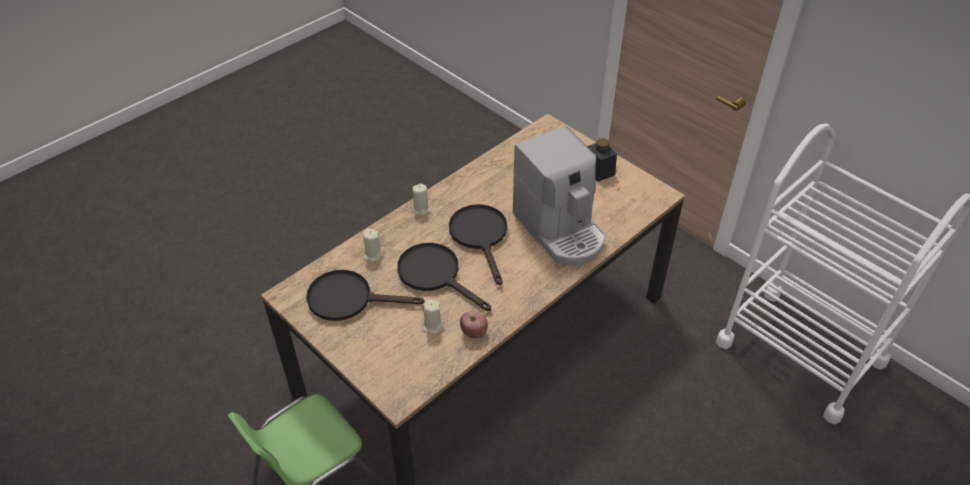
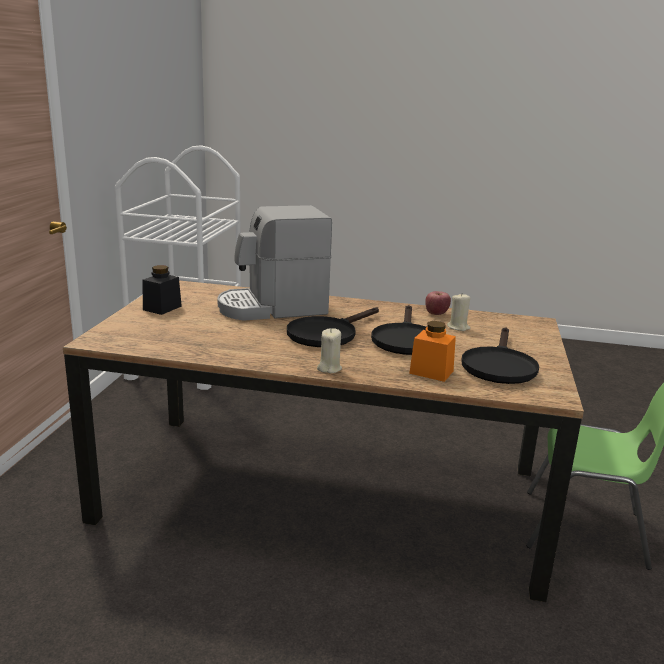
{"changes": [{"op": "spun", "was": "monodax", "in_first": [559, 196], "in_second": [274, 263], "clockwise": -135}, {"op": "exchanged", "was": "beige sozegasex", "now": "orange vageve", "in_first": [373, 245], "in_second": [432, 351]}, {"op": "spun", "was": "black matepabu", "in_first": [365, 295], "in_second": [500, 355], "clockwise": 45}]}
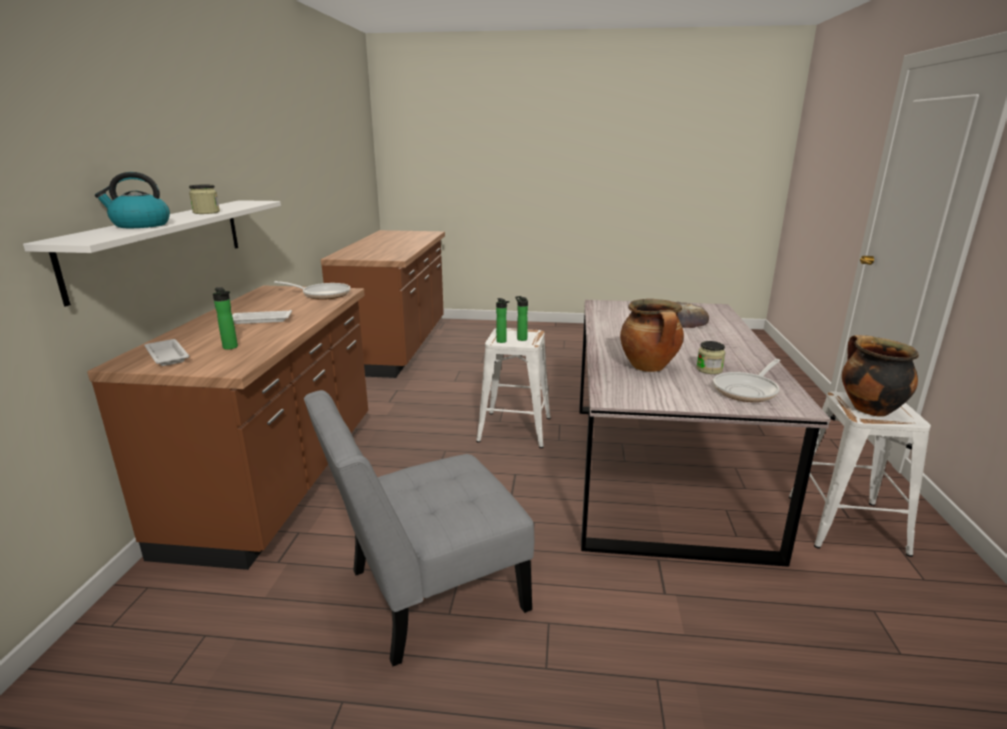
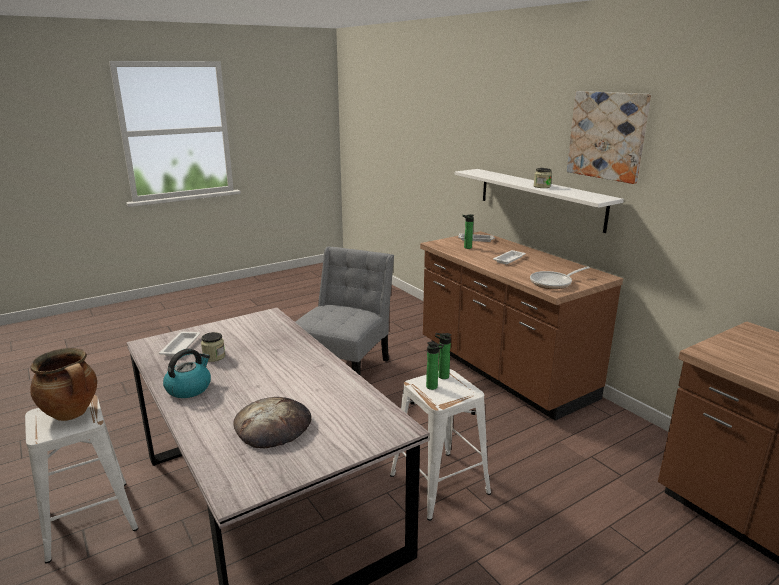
{"changes": [{"op": "relocated", "was": "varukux", "in_first": [132, 200], "in_second": [187, 373]}, {"op": "missing", "was": "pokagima", "in_first": [652, 335]}, {"op": "exchanged", "was": "matepabu", "now": "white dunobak", "in_first": [747, 380], "in_second": [179, 344]}, {"op": "appeared", "now": "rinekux", "in_second": [609, 137]}]}
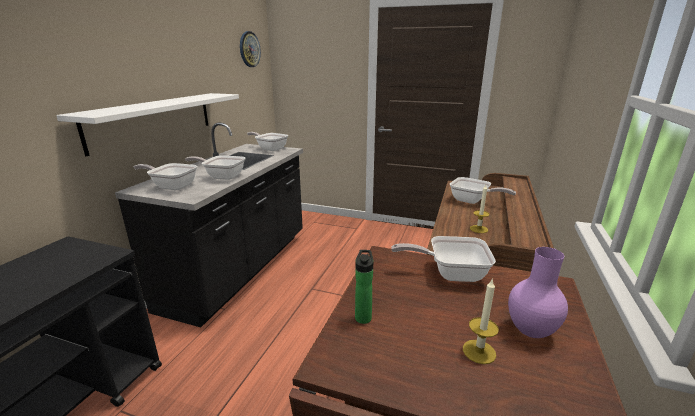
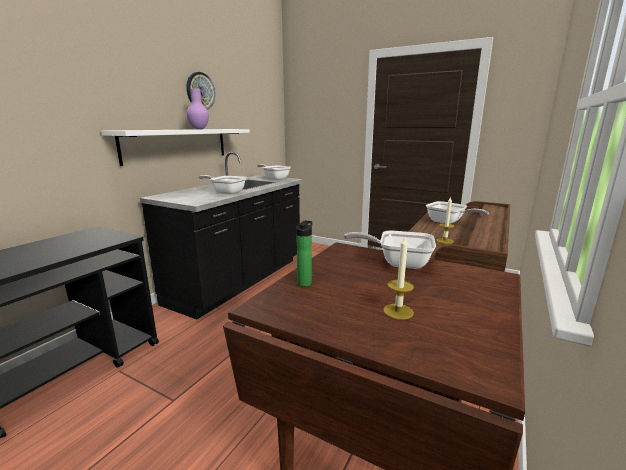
{"changes": [{"op": "relocated", "was": "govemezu", "in_first": [250, 49], "in_second": [200, 90]}, {"op": "missing", "was": "matepabu", "in_first": [165, 176]}, {"op": "relocated", "was": "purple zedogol", "in_first": [538, 292], "in_second": [197, 109]}]}
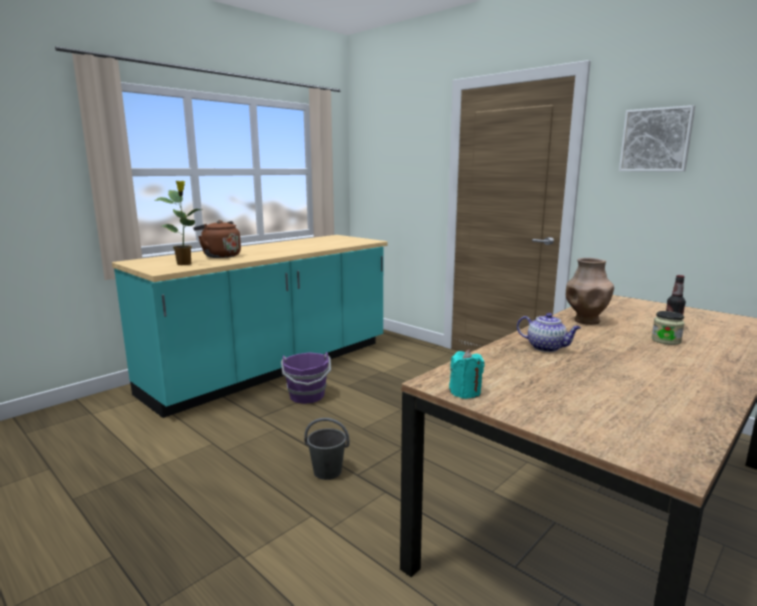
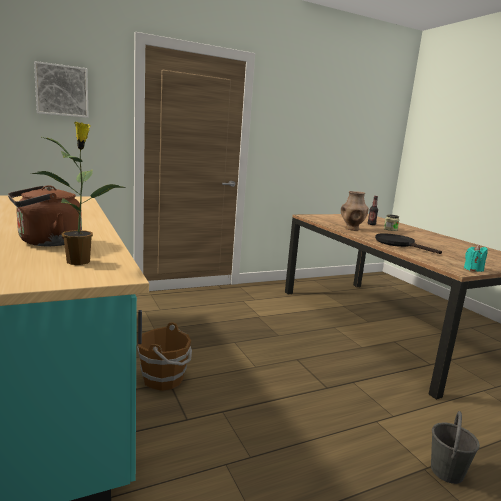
{"changes": [{"op": "relocated", "was": "rinekux", "in_first": [657, 138], "in_second": [61, 89]}, {"op": "exchanged", "was": "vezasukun", "now": "black matepabu", "in_first": [549, 332], "in_second": [408, 243]}, {"op": "colour", "was": "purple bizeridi", "now": "brown bizeridi", "in_first": [306, 378], "in_second": [164, 356]}, {"op": "relocated", "was": "grey bizeridi", "in_first": [326, 449], "in_second": [455, 447]}]}
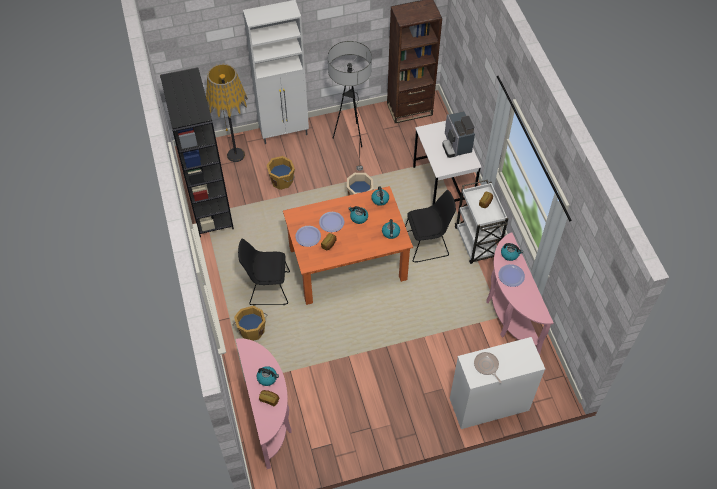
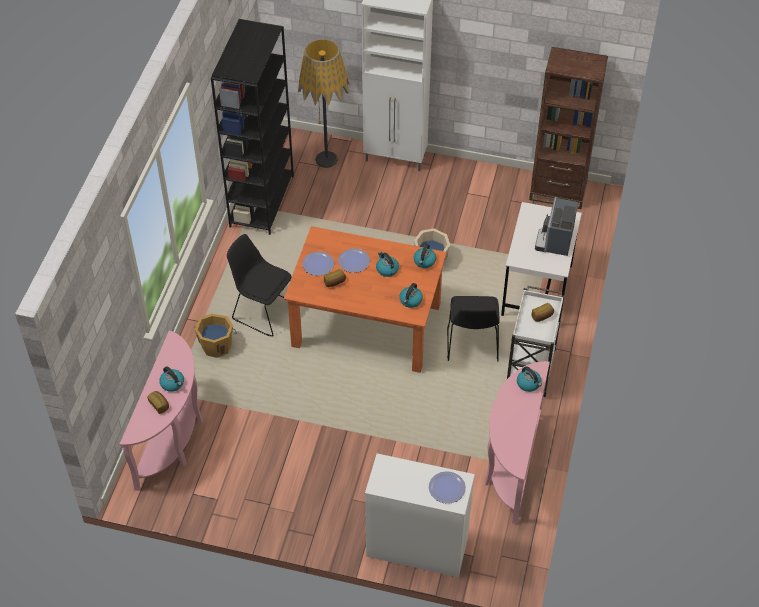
{"changes": [{"op": "missing", "was": "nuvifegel", "in_first": [350, 106]}, {"op": "missing", "was": "orange bizeridi", "in_first": [281, 173]}, {"op": "spun", "was": "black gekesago", "in_first": [430, 226], "in_second": [473, 329], "clockwise": 75}, {"op": "relocated", "was": "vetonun", "in_first": [511, 275], "in_second": [447, 487]}, {"op": "missing", "was": "matepabu", "in_first": [488, 367]}]}
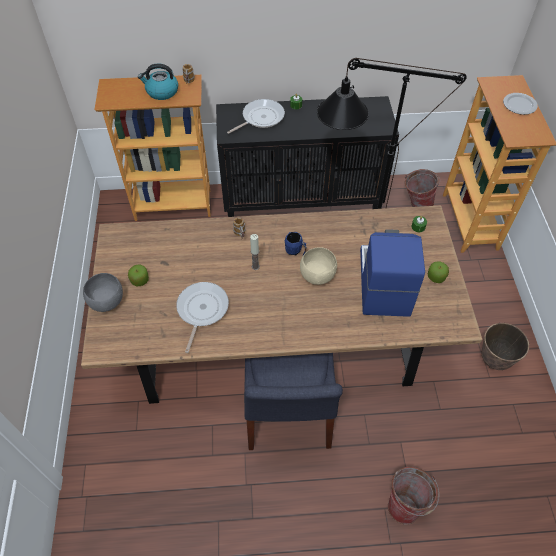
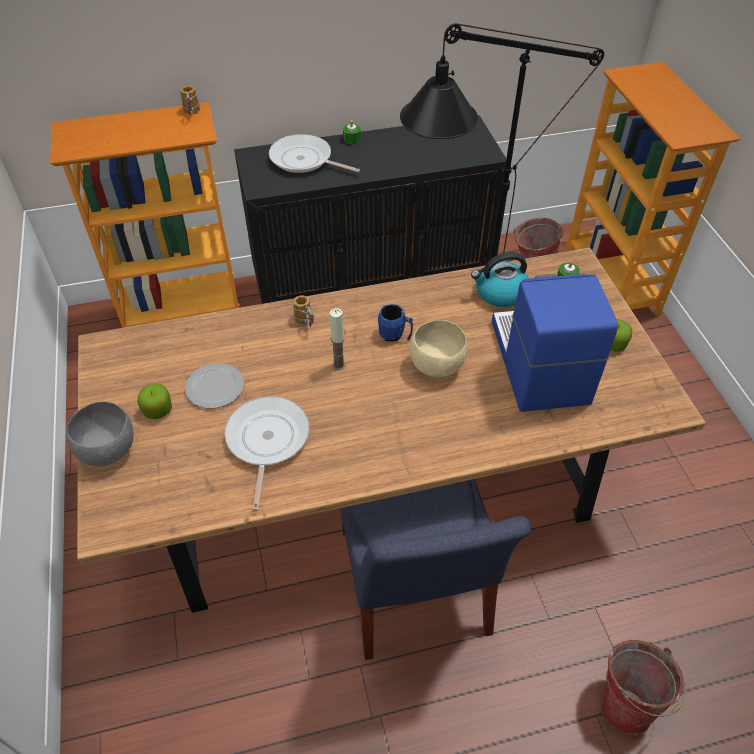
{"changes": [{"op": "relocated", "was": "varukux", "in_first": [158, 82], "in_second": [500, 279]}, {"op": "relocated", "was": "vetonun", "in_first": [520, 104], "in_second": [214, 385]}, {"op": "spun", "was": "matepabu", "in_first": [256, 116], "in_second": [314, 153], "clockwise": -105}, {"op": "missing", "was": "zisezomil", "in_first": [505, 346]}]}
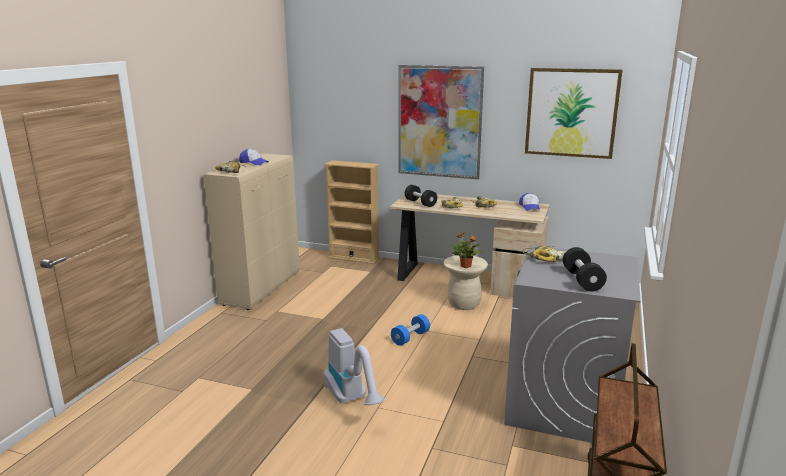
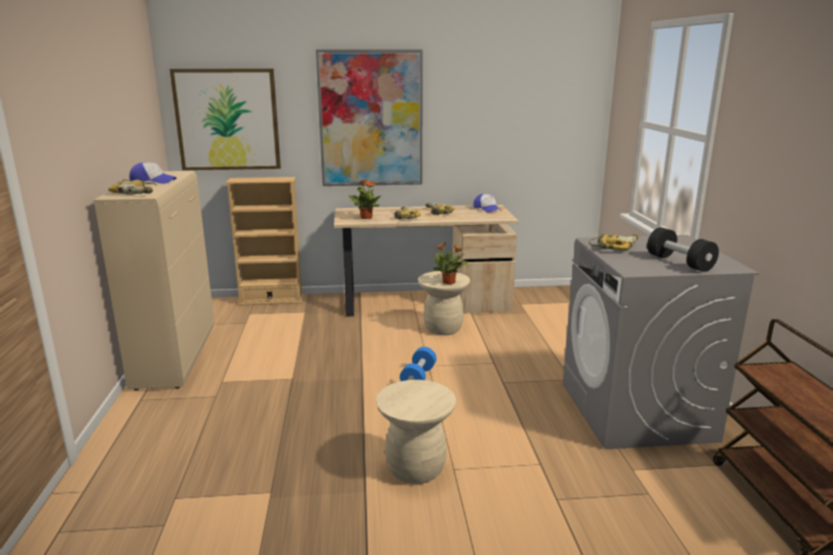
{"changes": [{"op": "relocated", "was": "rinekux", "in_first": [573, 113], "in_second": [225, 119]}, {"op": "exchanged", "was": "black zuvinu", "now": "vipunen", "in_first": [421, 196], "in_second": [364, 199]}, {"op": "exchanged", "was": "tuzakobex", "now": "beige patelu", "in_first": [354, 366], "in_second": [416, 432]}]}
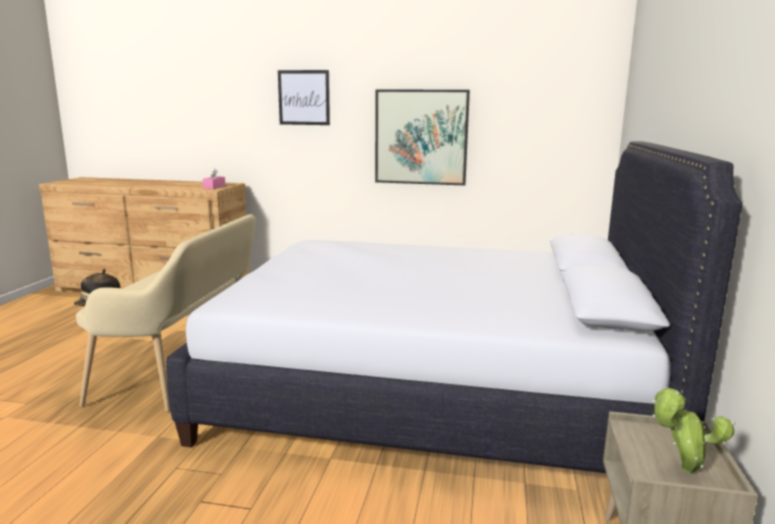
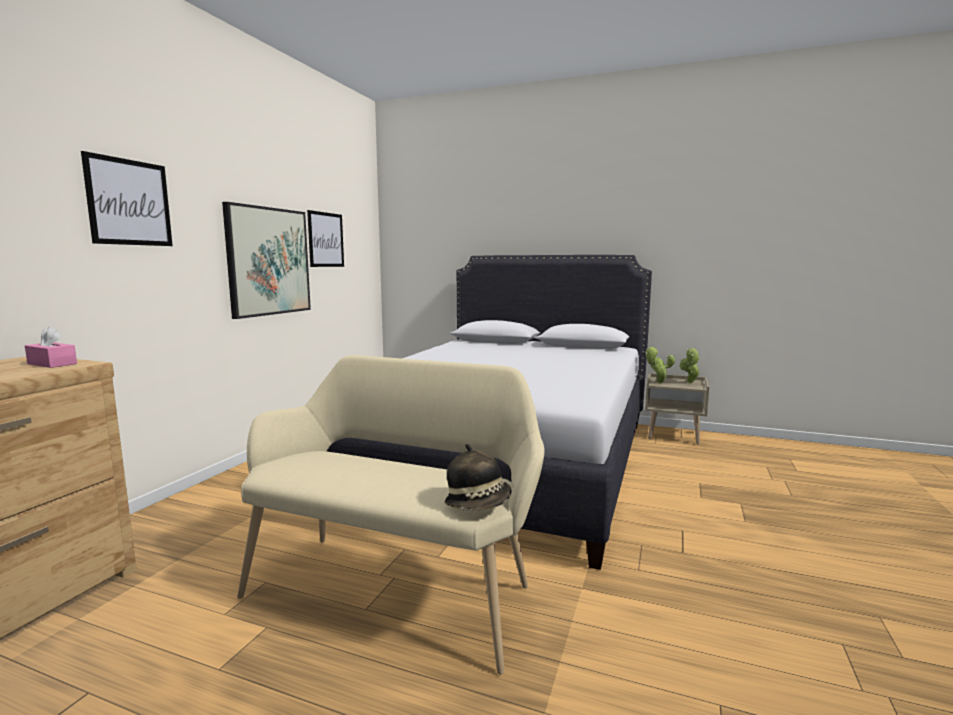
{"changes": [{"op": "appeared", "now": "rinekux", "in_second": [325, 238]}, {"op": "appeared", "now": "vipunen", "in_second": [660, 365]}]}
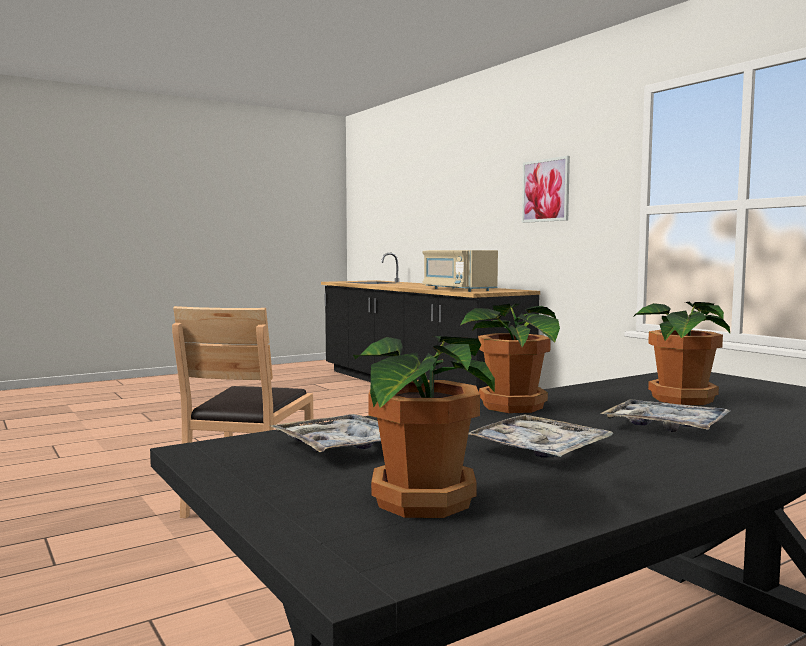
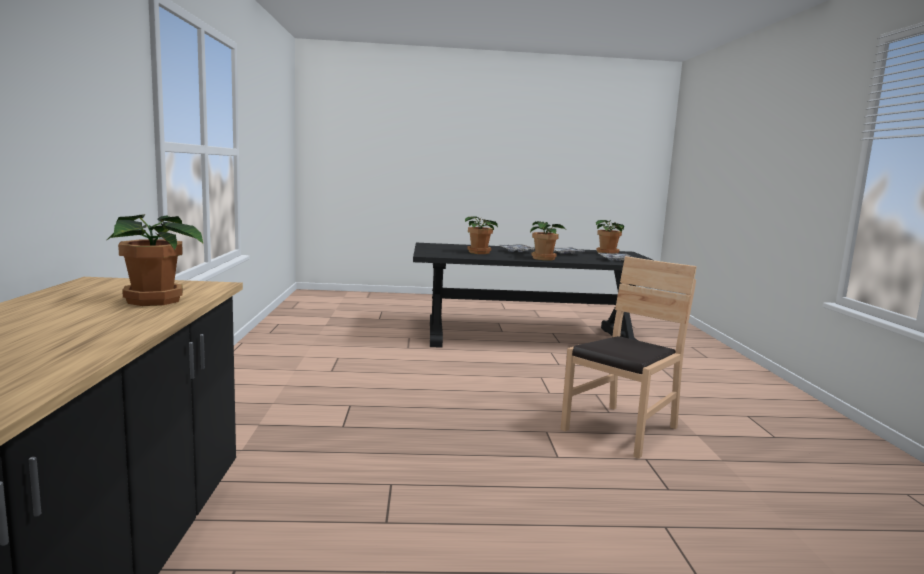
{"changes": [{"op": "missing", "was": "rinekux", "in_first": [546, 189]}, {"op": "exchanged", "was": "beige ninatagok", "now": "vipunen", "in_first": [460, 271], "in_second": [155, 260]}]}
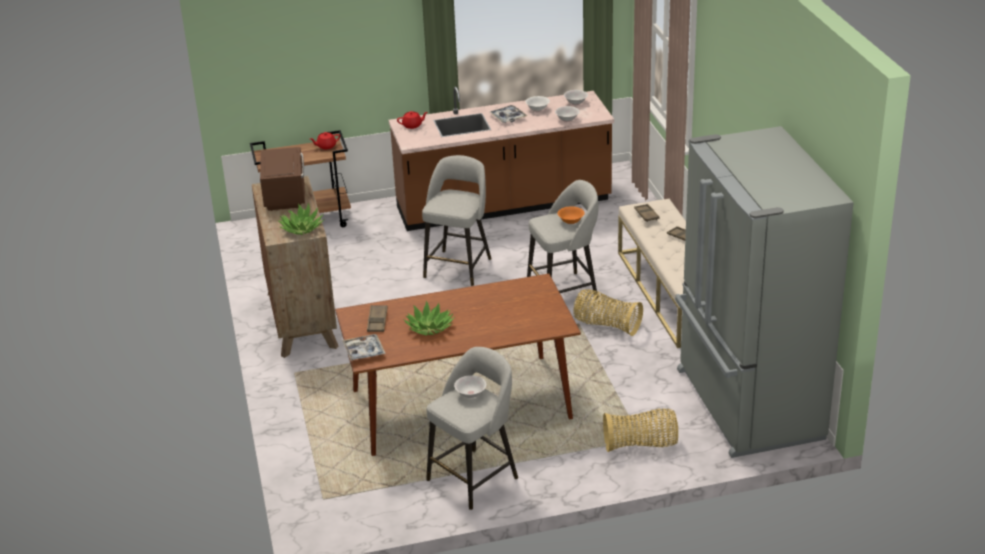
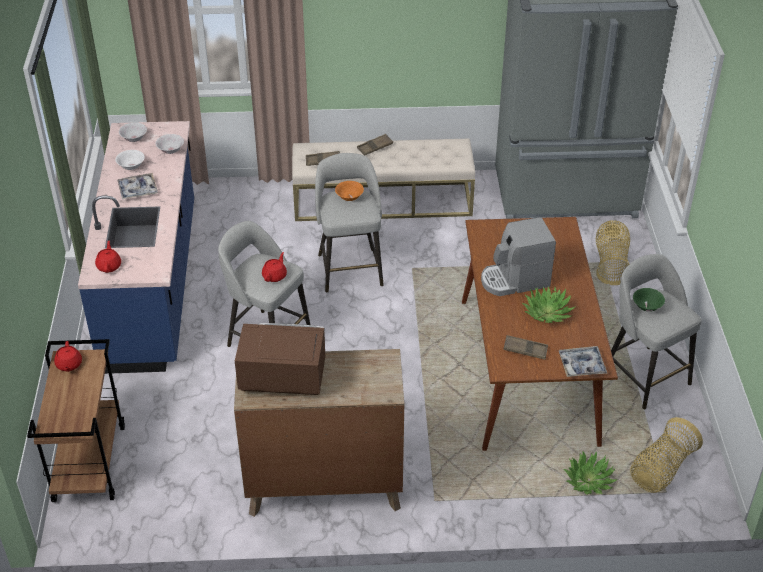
{"changes": [{"op": "colour", "was": "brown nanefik", "now": "blue nanefik", "in_first": [501, 159], "in_second": [136, 247]}, {"op": "relocated", "was": "vipunen", "in_first": [300, 219], "in_second": [591, 472]}, {"op": "relocated", "was": "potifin", "in_first": [608, 312], "in_second": [666, 455]}, {"op": "colour", "was": "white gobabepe", "now": "green gobabepe", "in_first": [470, 386], "in_second": [649, 300]}, {"op": "appeared", "now": "monodax", "in_second": [518, 256]}, {"op": "appeared", "now": "red vezasukun", "in_second": [274, 267]}]}
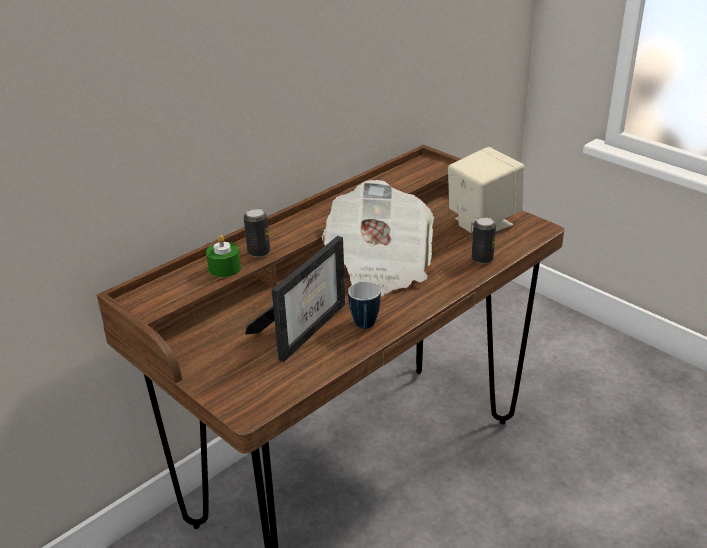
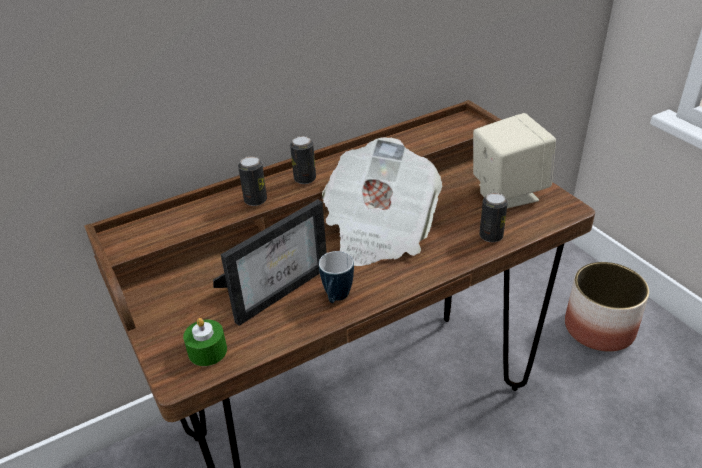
{"changes": [{"op": "relocated", "was": "green sozegasex", "in_first": [223, 256], "in_second": [205, 342]}, {"op": "appeared", "now": "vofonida", "in_second": [303, 160]}, {"op": "appeared", "now": "zisezomil", "in_second": [607, 307]}]}
